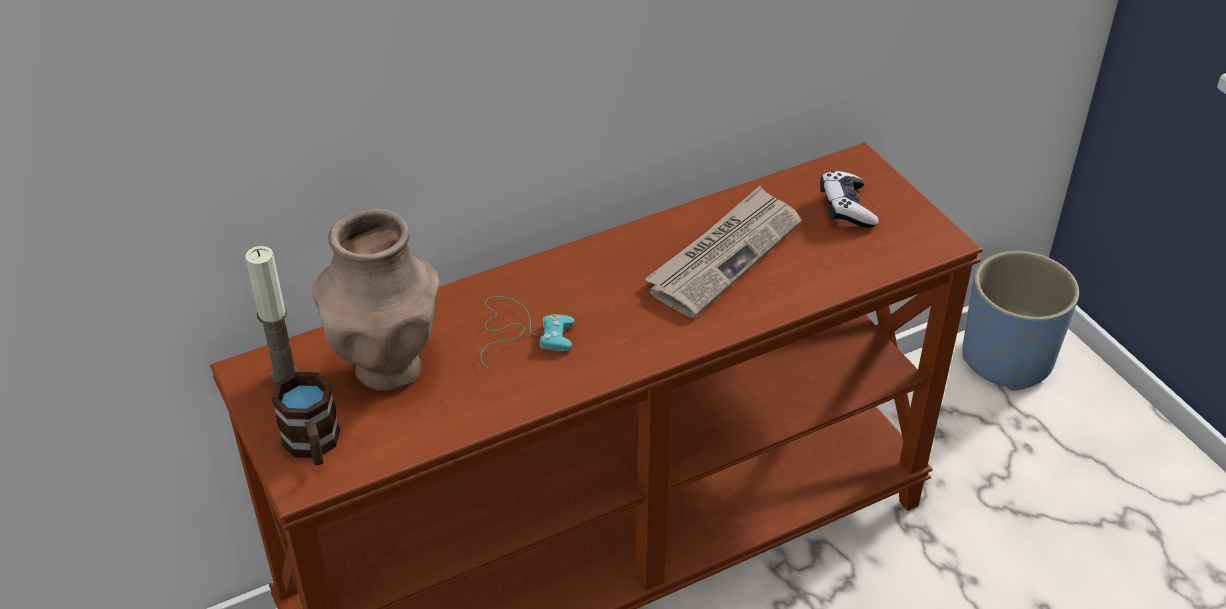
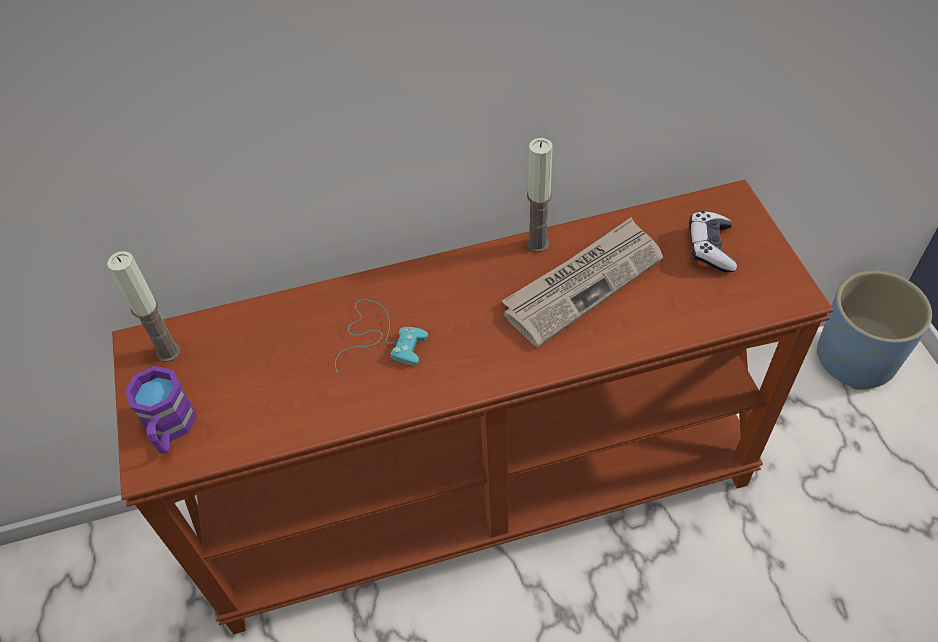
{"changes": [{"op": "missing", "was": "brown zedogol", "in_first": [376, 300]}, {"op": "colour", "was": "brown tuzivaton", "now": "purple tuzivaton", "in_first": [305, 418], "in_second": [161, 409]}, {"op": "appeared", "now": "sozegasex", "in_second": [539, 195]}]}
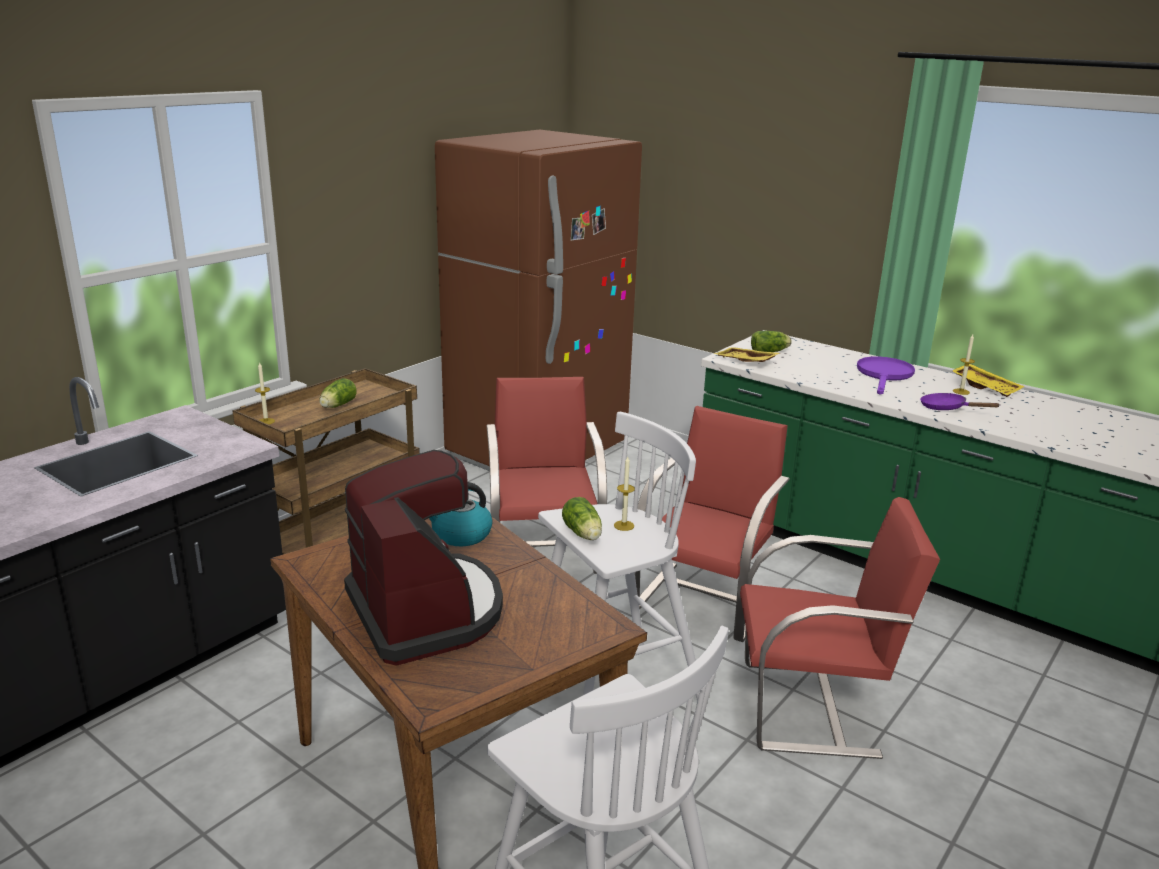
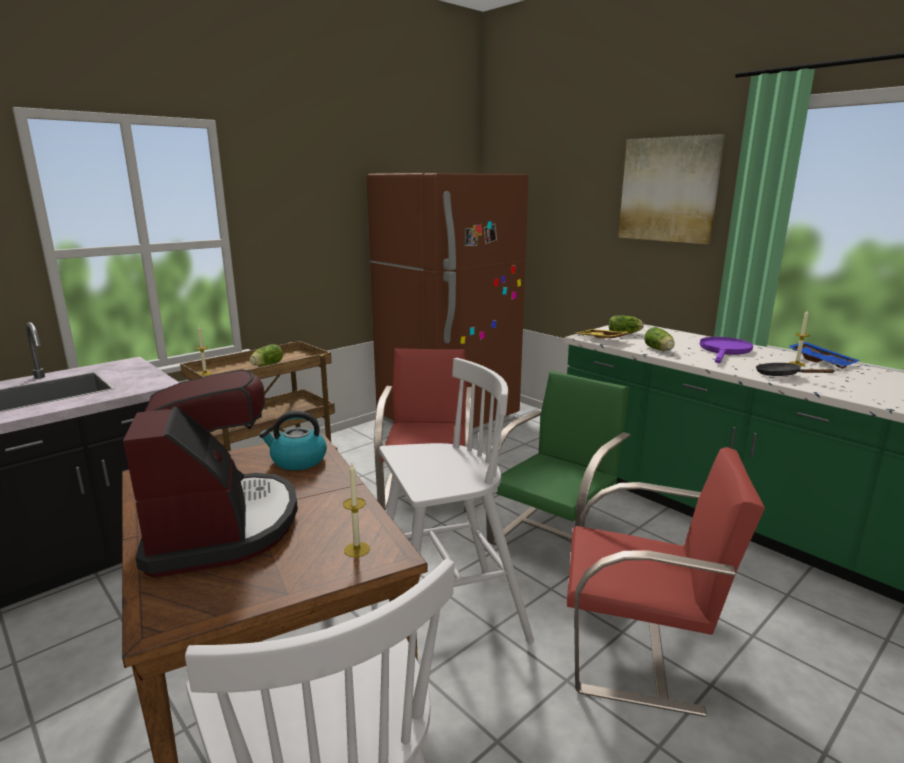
{"changes": [{"op": "colour", "was": "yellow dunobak", "now": "blue dunobak", "in_first": [988, 380], "in_second": [823, 355]}, {"op": "colour", "was": "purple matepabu", "now": "black matepabu", "in_first": [960, 401], "in_second": [795, 369]}, {"op": "colour", "was": "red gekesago", "now": "green gekesago", "in_first": [712, 524], "in_second": [558, 458]}, {"op": "relocated", "was": "sozegasex", "in_first": [624, 494], "in_second": [356, 510]}, {"op": "relocated", "was": "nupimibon", "in_first": [582, 518], "in_second": [659, 339]}, {"op": "appeared", "now": "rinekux", "in_second": [671, 189]}]}
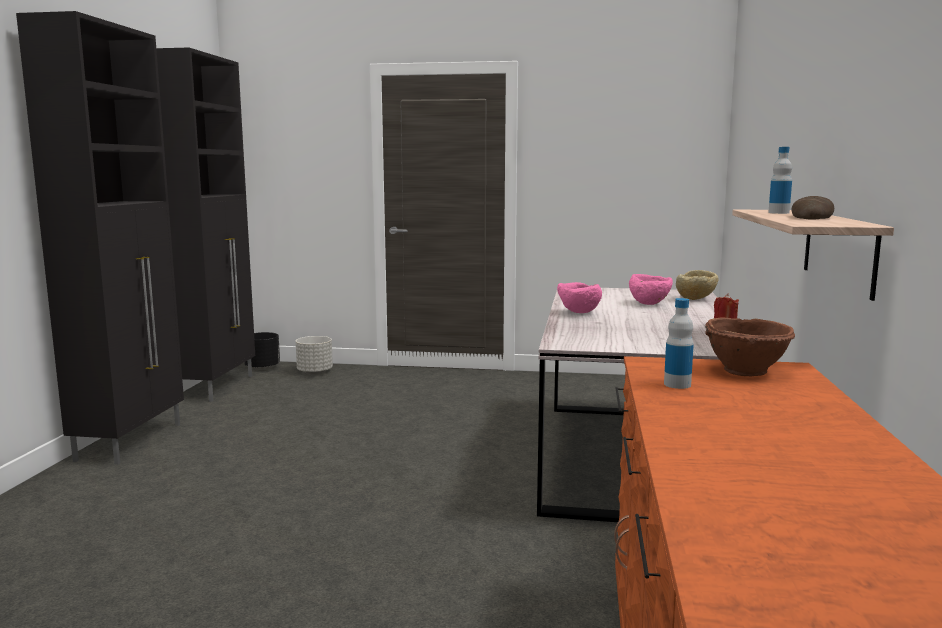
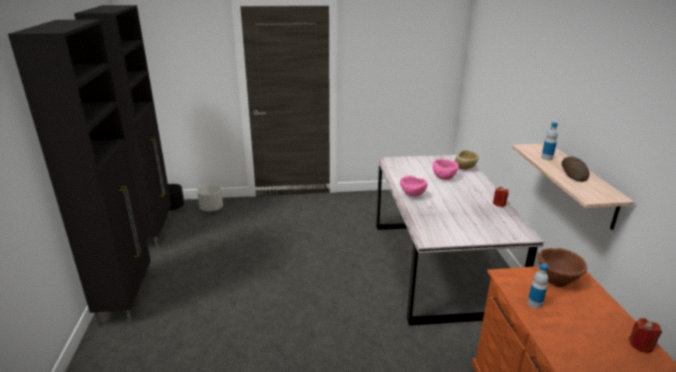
{"changes": [{"op": "appeared", "now": "red sozegasex", "in_second": [645, 335]}]}
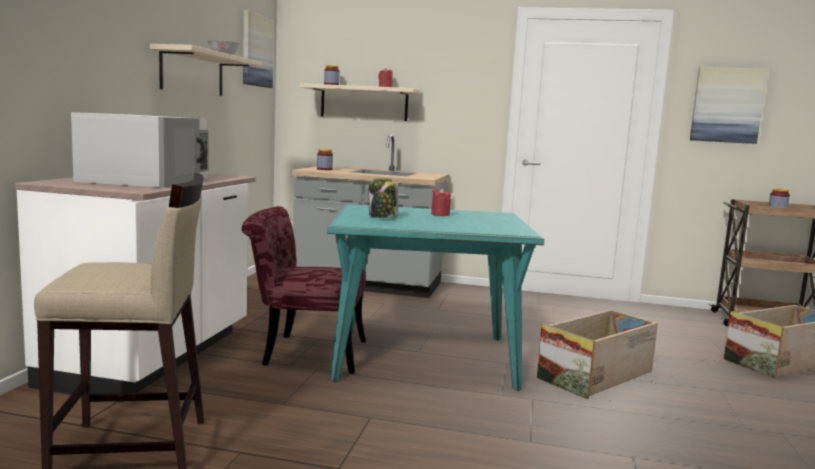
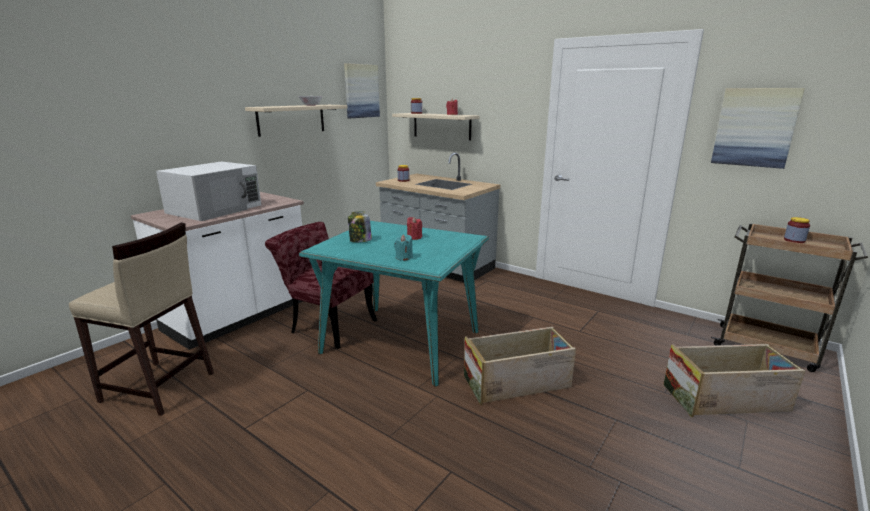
{"changes": [{"op": "appeared", "now": "turquoise sozegasex", "in_second": [403, 247]}]}
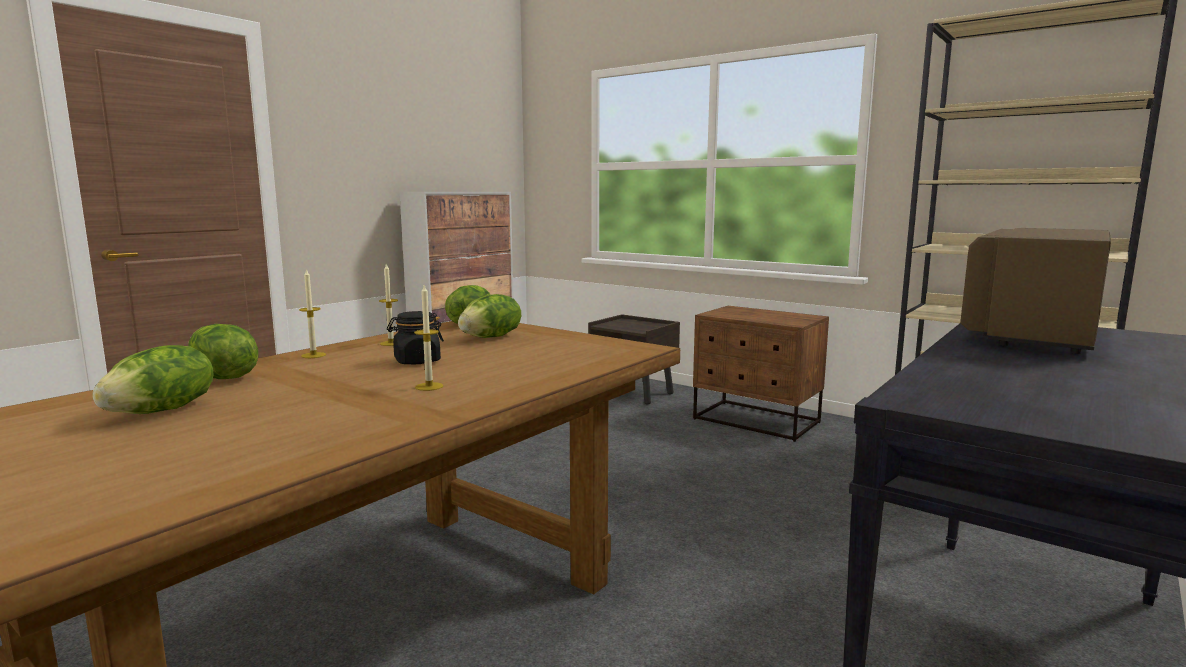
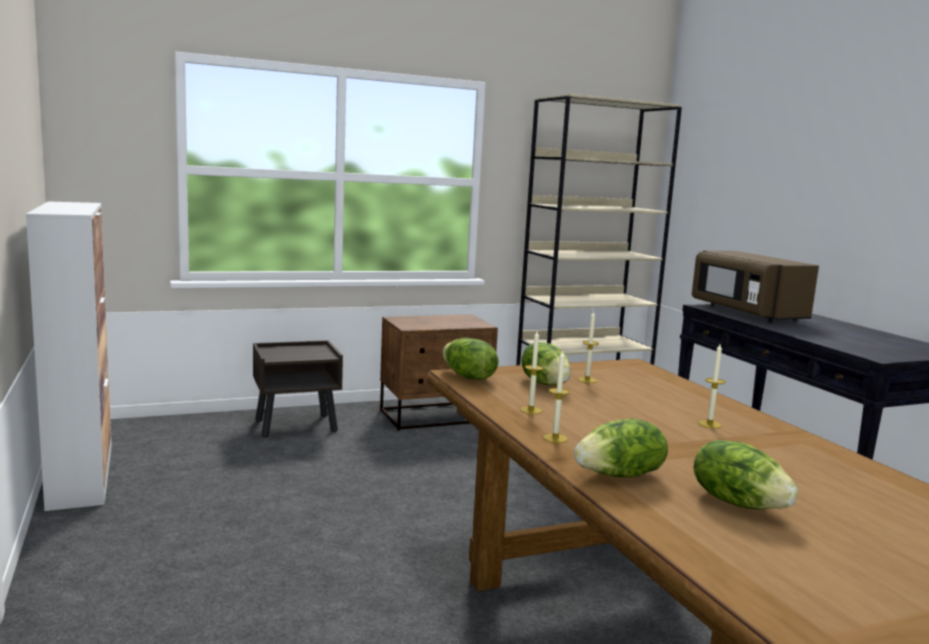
{"changes": [{"op": "missing", "was": "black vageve", "in_first": [415, 337]}, {"op": "appeared", "now": "sozegasex", "in_second": [588, 347]}]}
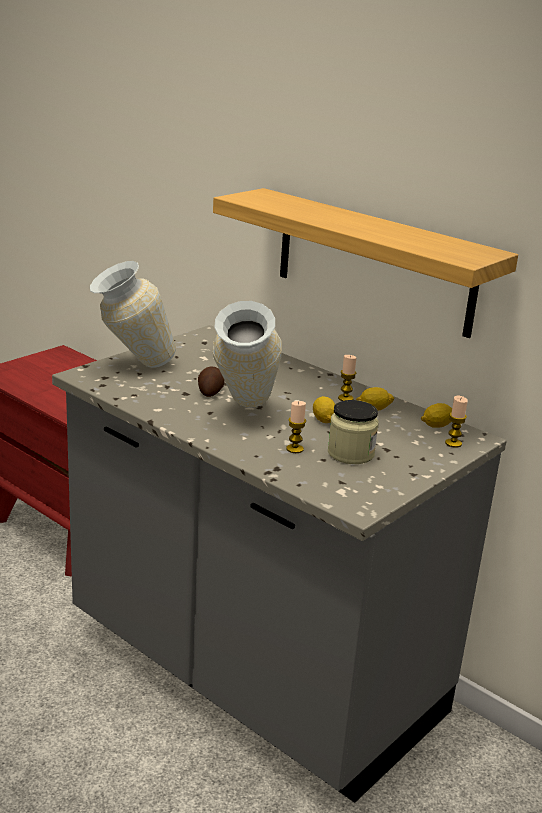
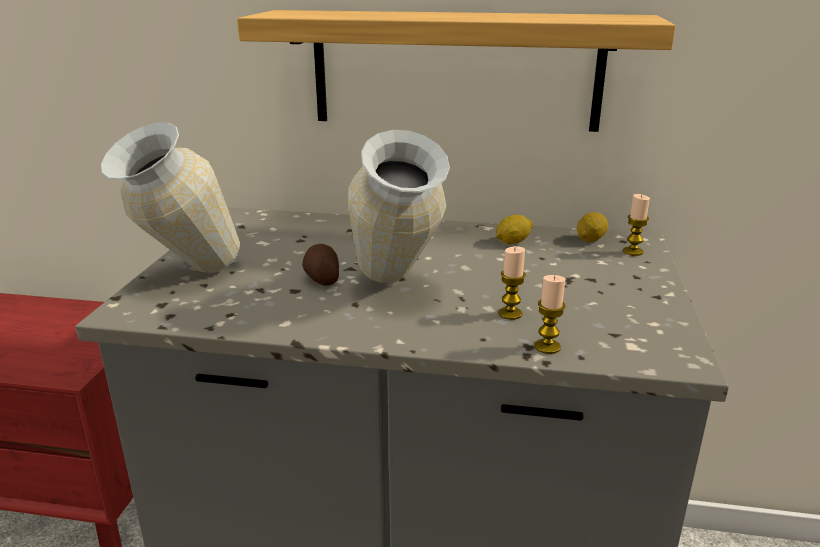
{"changes": [{"op": "relocated", "was": "sozegasex", "in_first": [347, 378], "in_second": [550, 314]}, {"op": "missing", "was": "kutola", "in_first": [324, 409]}, {"op": "missing", "was": "vageve", "in_first": [353, 432]}]}
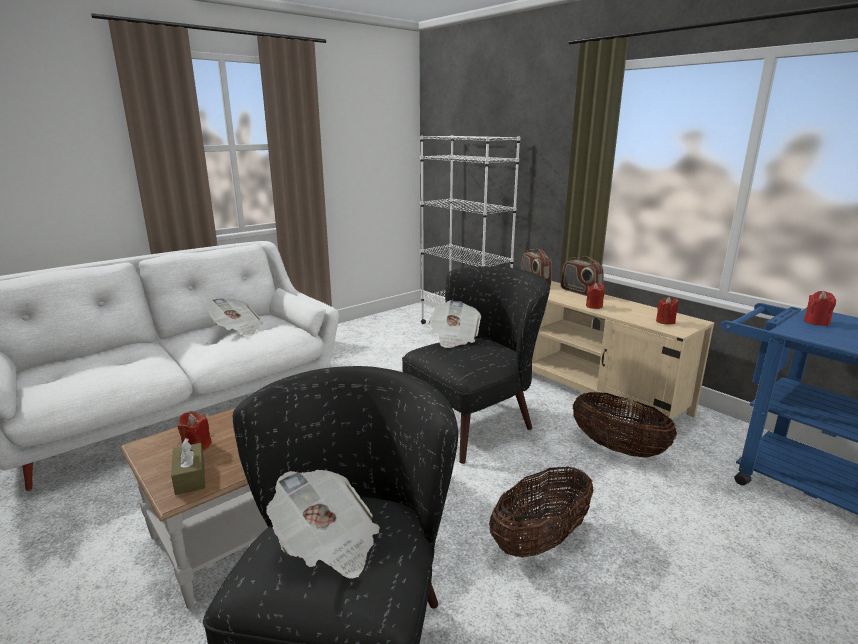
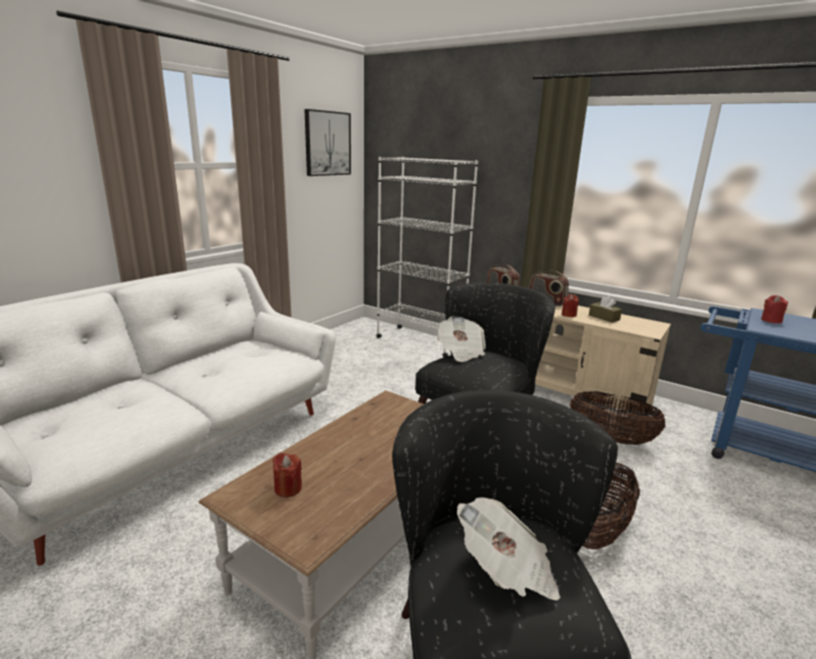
{"changes": [{"op": "missing", "was": "red sozegasex", "in_first": [667, 311]}, {"op": "missing", "was": "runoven", "in_first": [235, 317]}, {"op": "relocated", "was": "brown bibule", "in_first": [188, 466], "in_second": [605, 309]}, {"op": "appeared", "now": "rinekux", "in_second": [327, 142]}]}
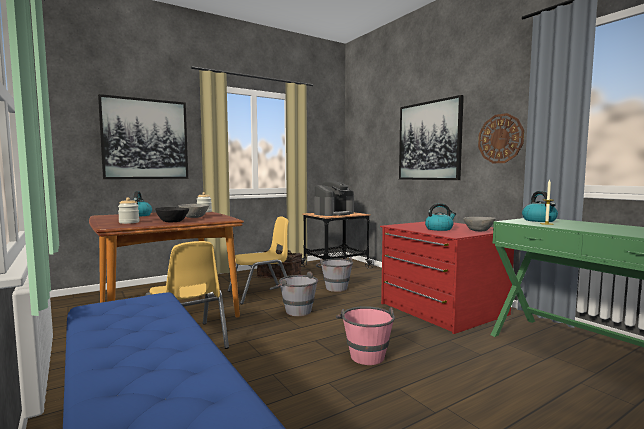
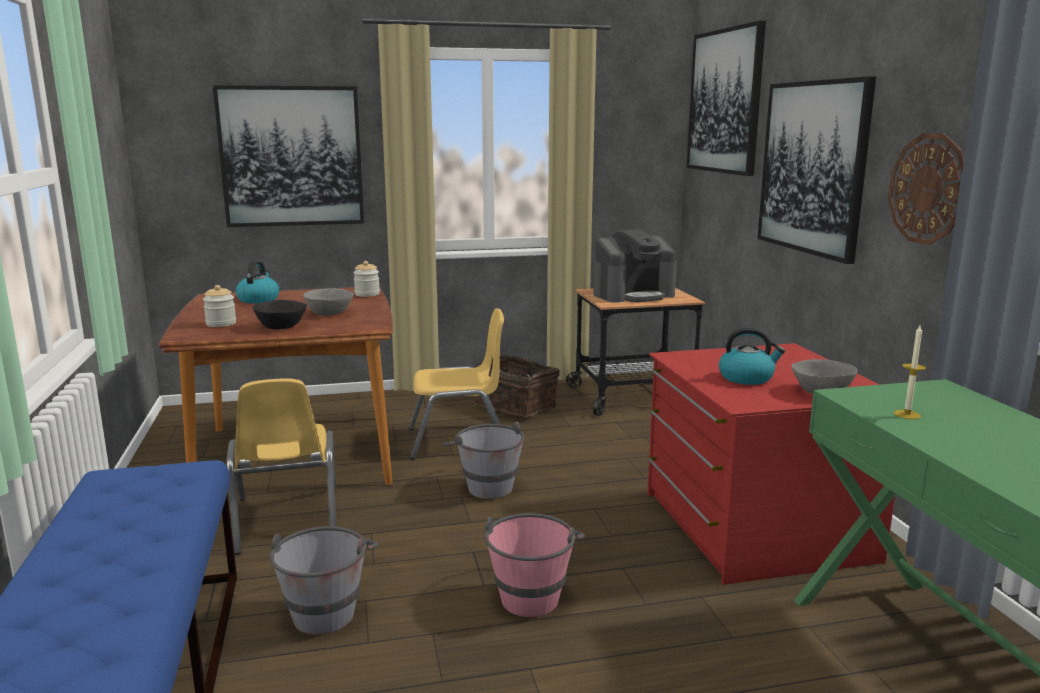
{"changes": [{"op": "missing", "was": "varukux", "in_first": [540, 206]}, {"op": "relocated", "was": "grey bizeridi", "in_first": [334, 274], "in_second": [324, 580]}, {"op": "appeared", "now": "rinekux", "in_second": [726, 98]}]}
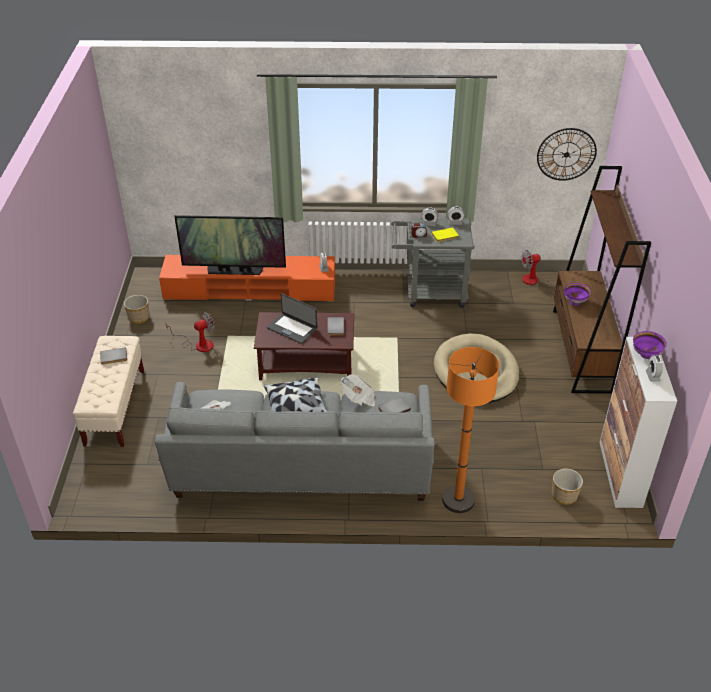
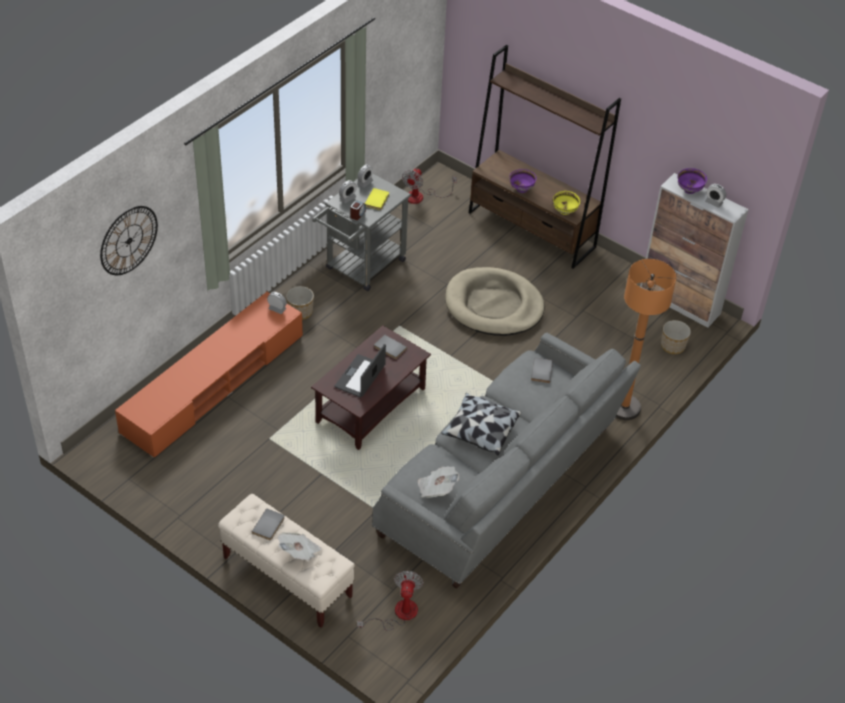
{"changes": [{"op": "relocated", "was": "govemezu", "in_first": [567, 154], "in_second": [129, 240]}, {"op": "missing", "was": "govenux", "in_first": [230, 245]}, {"op": "spun", "was": "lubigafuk", "in_first": [292, 319], "in_second": [360, 371], "clockwise": 135}, {"op": "relocated", "was": "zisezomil", "in_first": [137, 309], "in_second": [300, 303]}, {"op": "relocated", "was": "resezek", "in_first": [190, 332], "in_second": [390, 601]}, {"op": "relocated", "was": "runoven", "in_first": [358, 390], "in_second": [300, 546]}, {"op": "appeared", "now": "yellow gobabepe", "in_second": [566, 203]}]}
